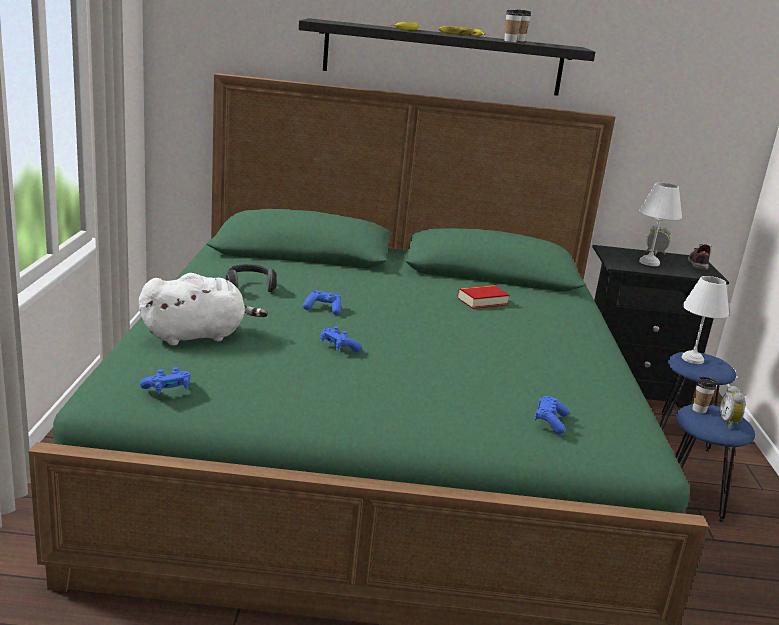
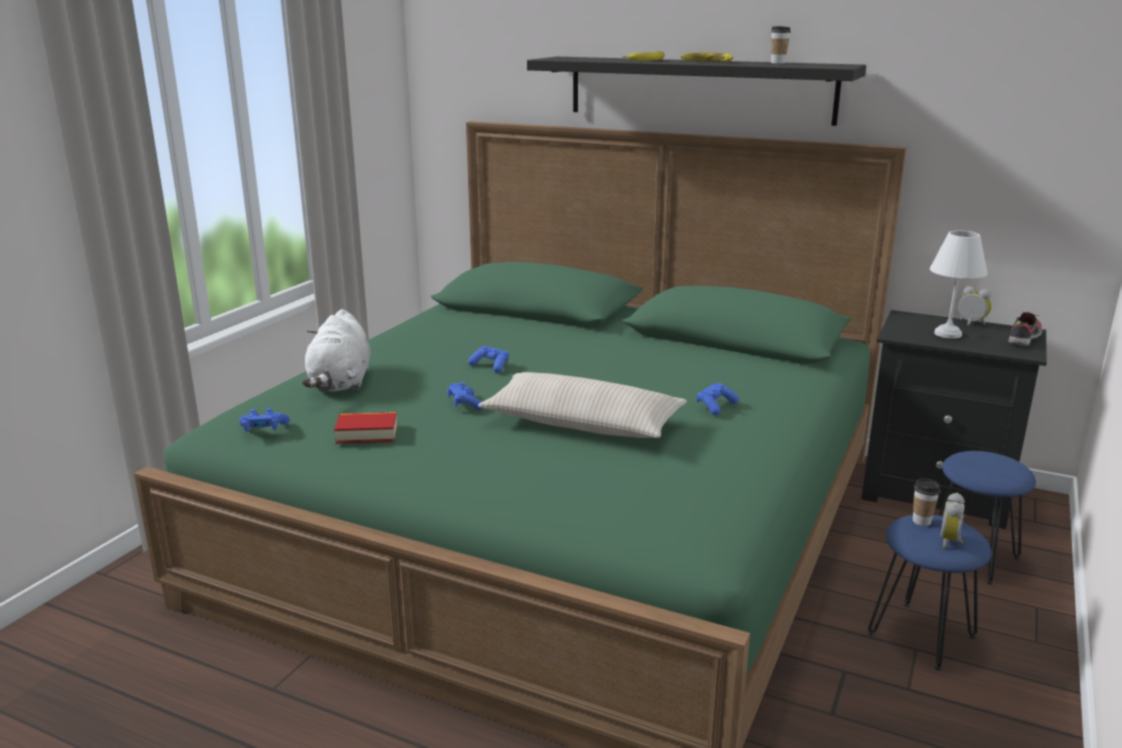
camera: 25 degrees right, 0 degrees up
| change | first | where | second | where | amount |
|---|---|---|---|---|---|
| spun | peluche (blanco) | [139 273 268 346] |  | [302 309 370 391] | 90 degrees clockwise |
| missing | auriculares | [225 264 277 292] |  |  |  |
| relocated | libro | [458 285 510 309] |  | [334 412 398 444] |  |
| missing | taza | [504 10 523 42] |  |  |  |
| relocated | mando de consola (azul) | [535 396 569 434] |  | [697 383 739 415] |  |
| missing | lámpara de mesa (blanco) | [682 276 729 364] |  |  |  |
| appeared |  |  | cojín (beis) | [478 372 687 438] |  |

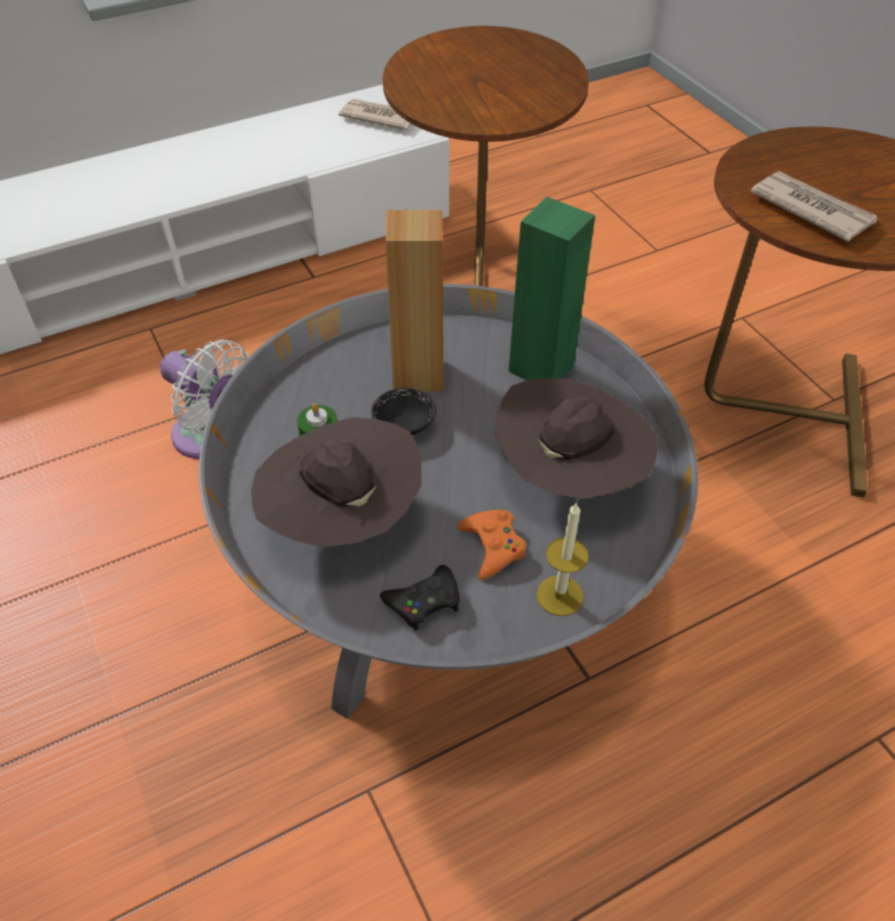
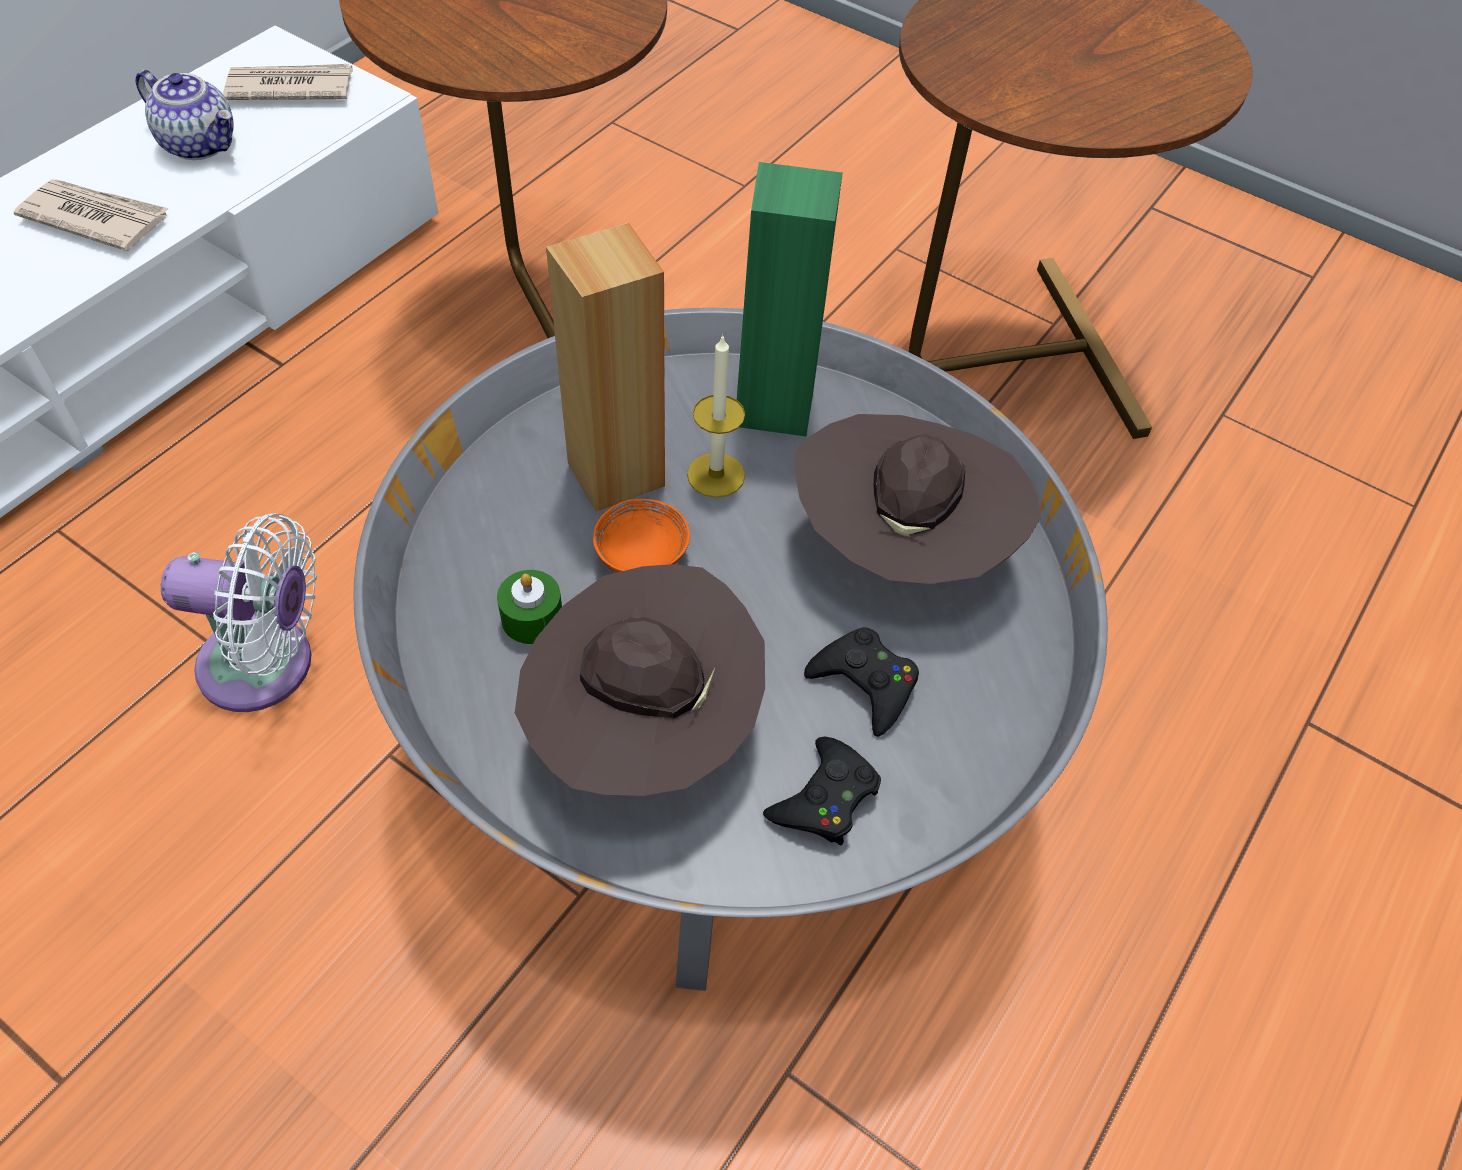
camera: 30 degrees left, 5 degrees up
| change | first | where | second | where | amount |
|---|---|---|---|---|---|
| colour | cuenco (negro) | [371 388 436 435] | cuenco (naranja) | [593 499 690 573] |  |
| colour | mando de consola (naranja) | [457 510 526 580] | mando de consola (negro) | [804 627 919 737] |  |
| relocated | vela | [537 503 588 616] |  | [687 334 745 498] |  |
| relocated | periódico | [750 171 878 241] |  | [14 179 169 251] |  |
| appeared |  |  | tetera | [136 70 234 160] |  |

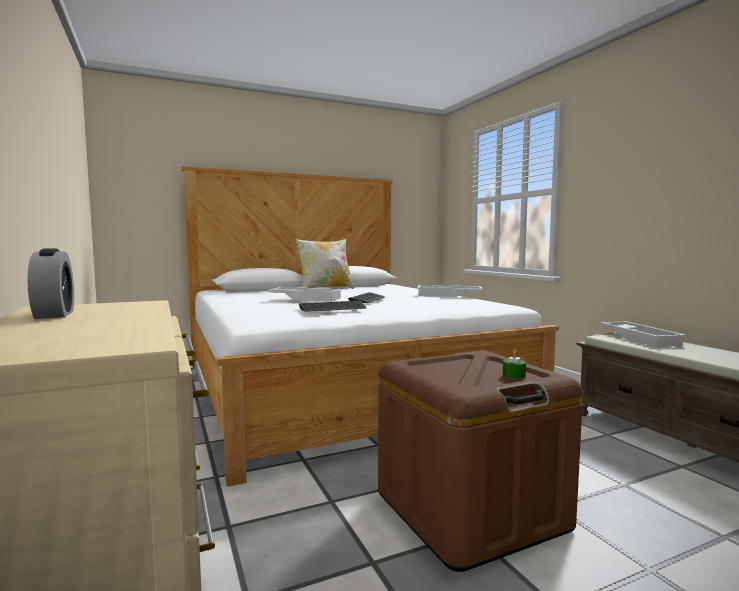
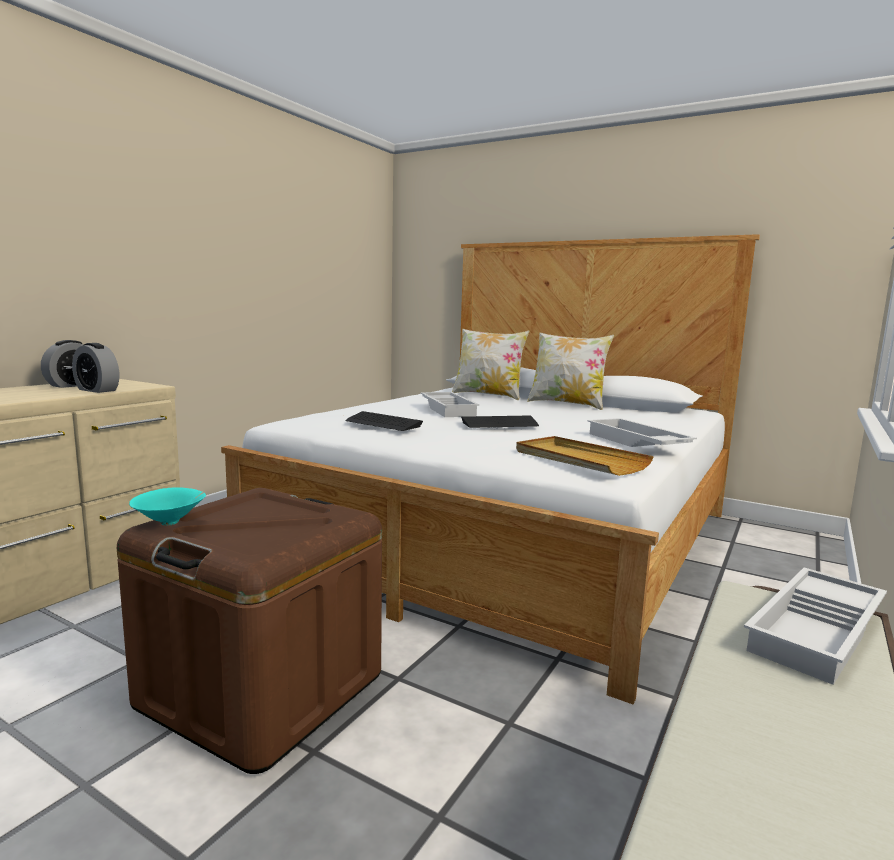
camera: 55 degrees right, 5 degrees up
| change | first | where | second | where | amount |
|---|---|---|---|---|---|
| missing | vela (verde) | [503 350 526 379] |  |  |  |
| appeared |  |  | despertador | [72 343 119 393] |  |
| appeared |  |  | cuenco (turquesa) | [129 487 206 526] |  |
| appeared |  |  | cojín | [452 329 529 400] |  |
| appeared |  |  | bandeja (beis) | [516 436 654 476] |  |

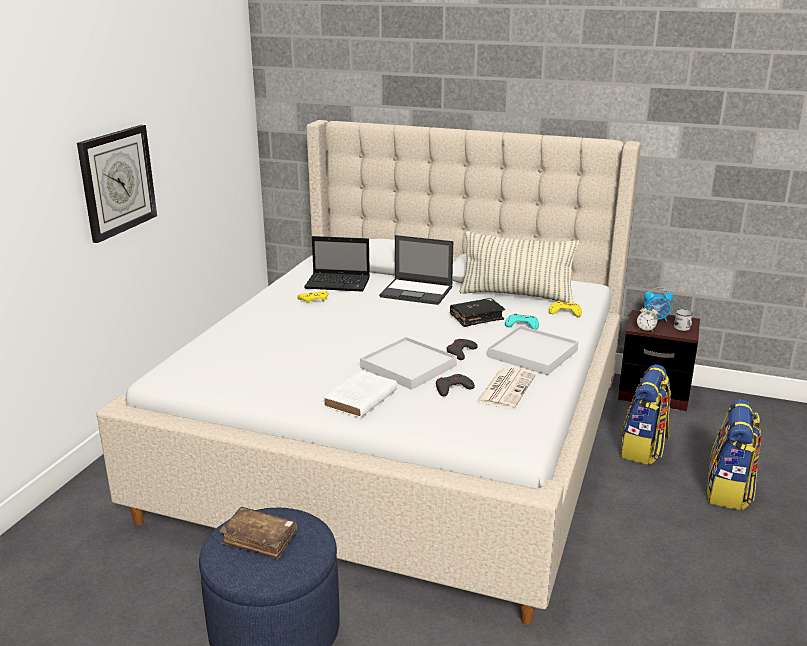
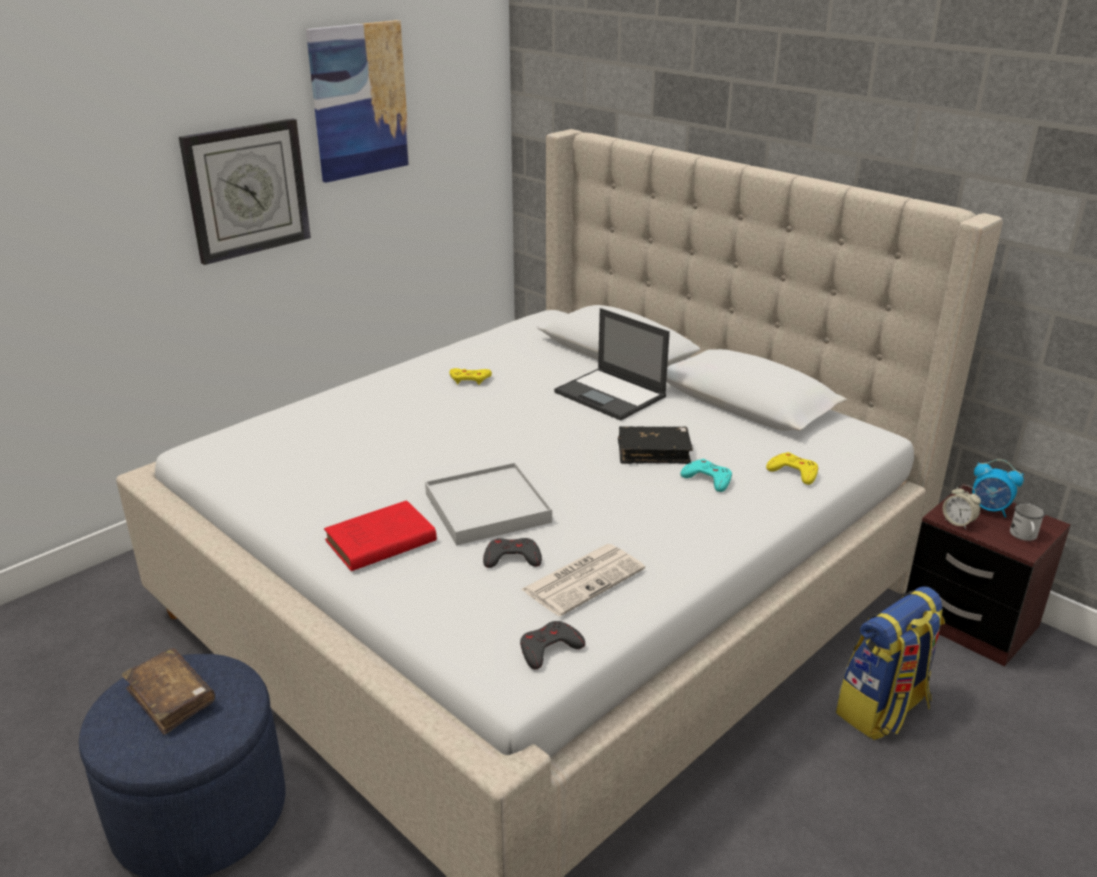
camera: 25 degrees right, 5 degrees up
| change | first | where | second | where | amount |
|---|---|---|---|---|---|
| missing | portátil | [304 236 370 292] |  |  |  |
| colour | libro (blanco) | [323 371 397 418] | libro (rojo) | [324 500 437 571] |  |
| relocated | mando de consola (gris) | [446 339 478 360] |  | [520 621 585 669] |  |
| missing | cojín | [459 231 579 303] |  |  |  |
| missing | bandeja (blanco) | [488 326 579 375] |  |  |  |
| missing | mochila | [707 400 761 510] |  |  |  |
| appeared |  |  | cuadro | [306 20 410 183] |  |

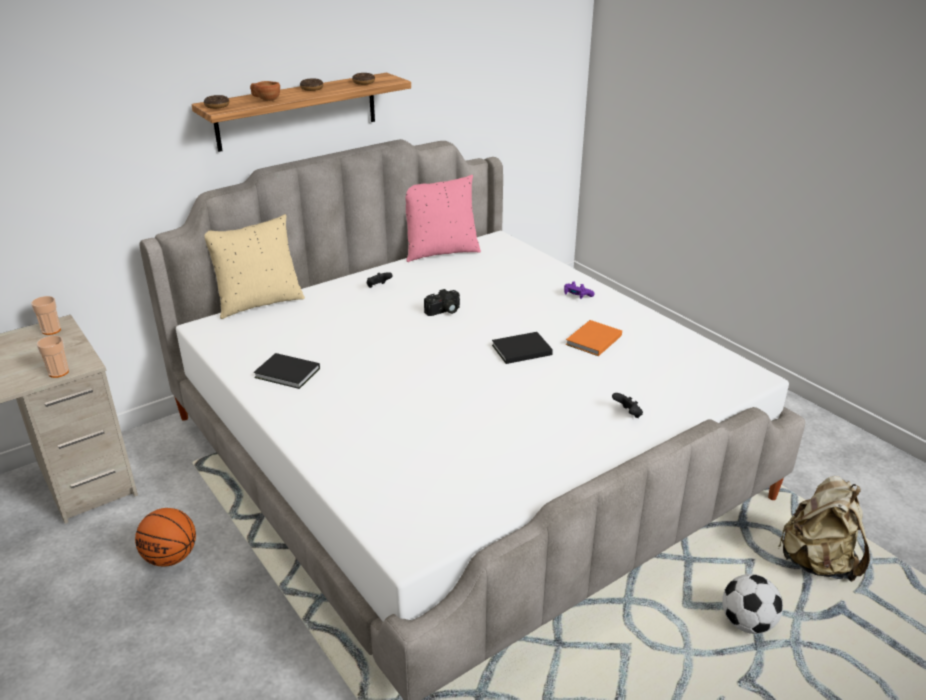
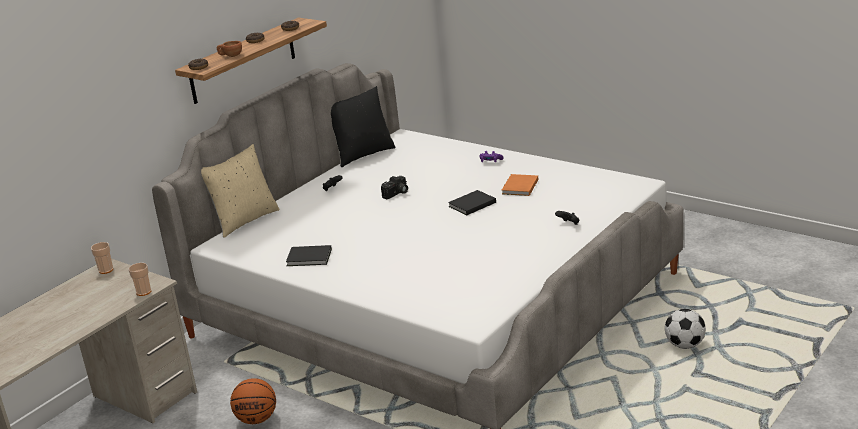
camera: 15 degrees left, 5 degrees down
| change | first | where | second | where | amount |
|---|---|---|---|---|---|
| colour | cojín (rosa) | [405 175 481 262] | cojín (negro) | [331 86 396 167] |  |
| missing | mochila (beis) | [778 476 870 582] |  |  |  |

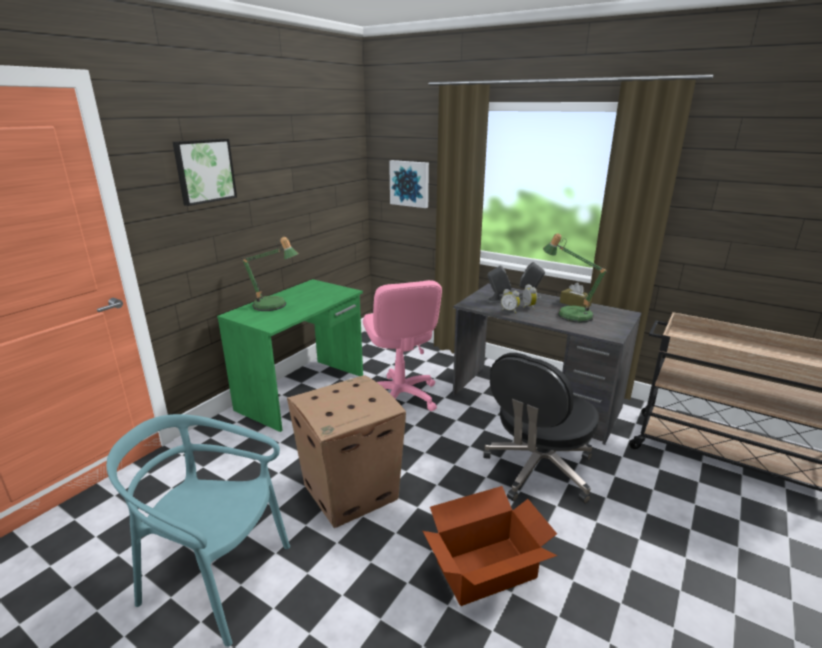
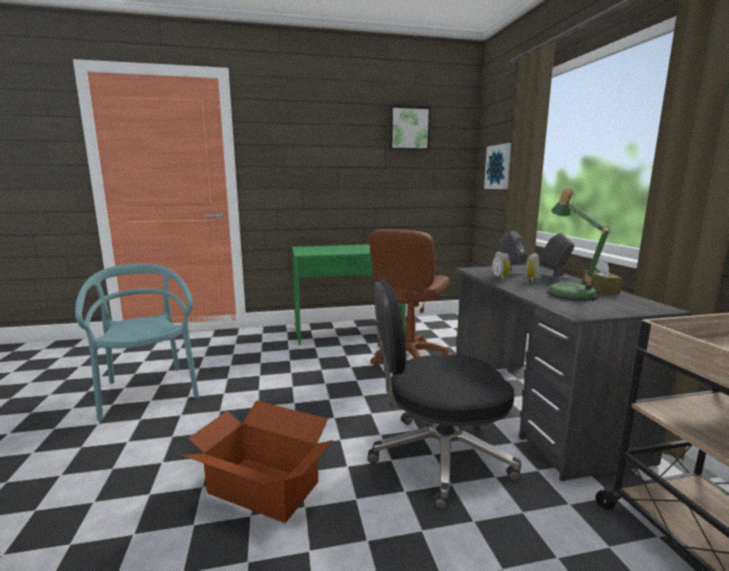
camera: 45 degrees right, 10 degrees down
| change | first | where | second | where | amount |
|---|---|---|---|---|---|
| relocated | cuadro | [173 139 237 206] |  | [389 106 431 150] |  |
| missing | lámpara de mesa | [243 237 298 311] |  |  |  |
| missing | caja de cartón | [287 375 406 528] |  |  |  |
| colour | silla de oficina (rosa) | [363 280 442 411] | silla de oficina (marrón) | [369 229 452 366] |  |

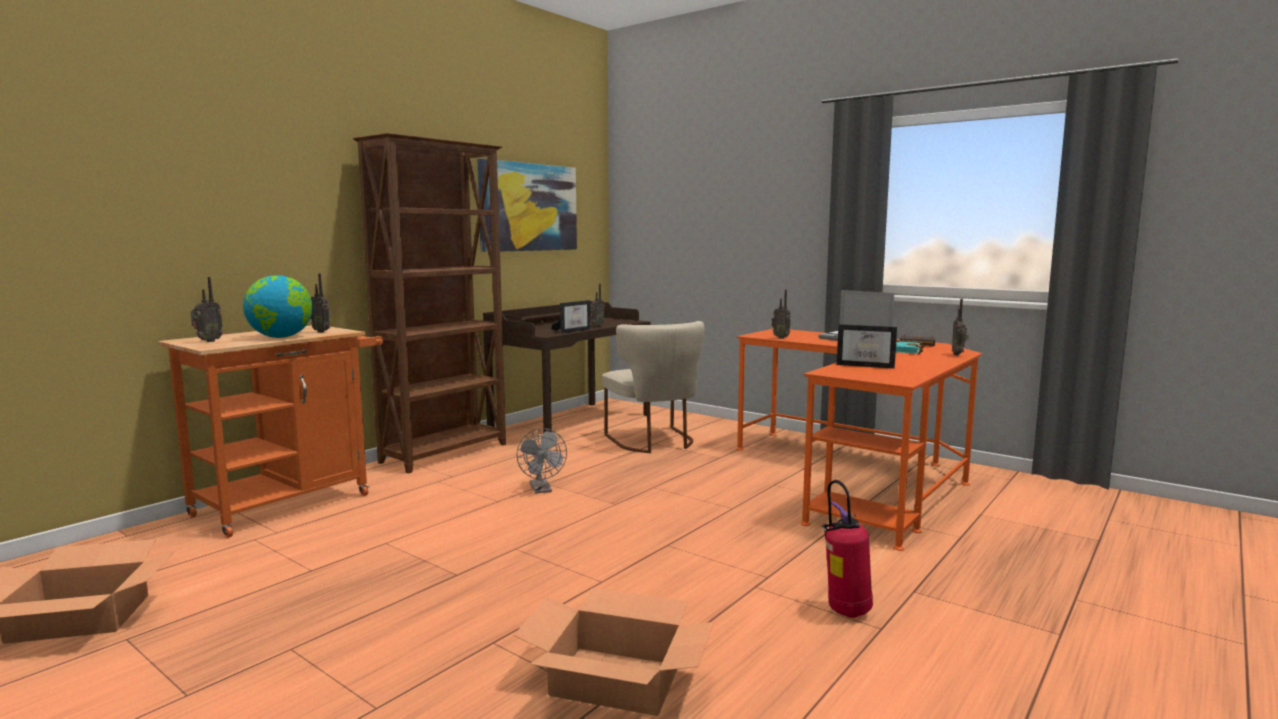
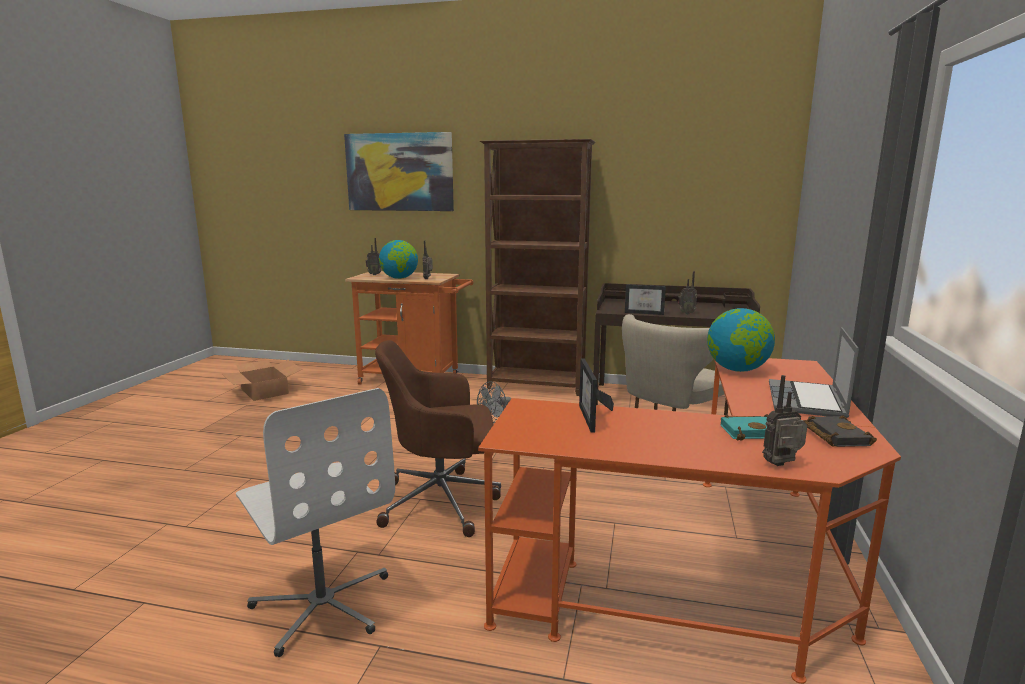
camera: 65 degrees right, 5 degrees up
| change | first | where | second | where | amount |
|---|---|---|---|---|---|
| relocated | cuadro | [477 158 577 252] |  | [344 132 454 211] |  |
| missing | caja de cartón | [513 588 714 716] |  |  |  |
| exchanged | radio | [772 290 791 339] | globo terráqueo | [707 308 775 372] |  |
| exchanged | extintor | [822 480 873 618] | silla de oficina (blanco) | [236 388 395 657] |  |
| appeared |  |  | silla de oficina (marrón) | [375 340 501 537] |  |

